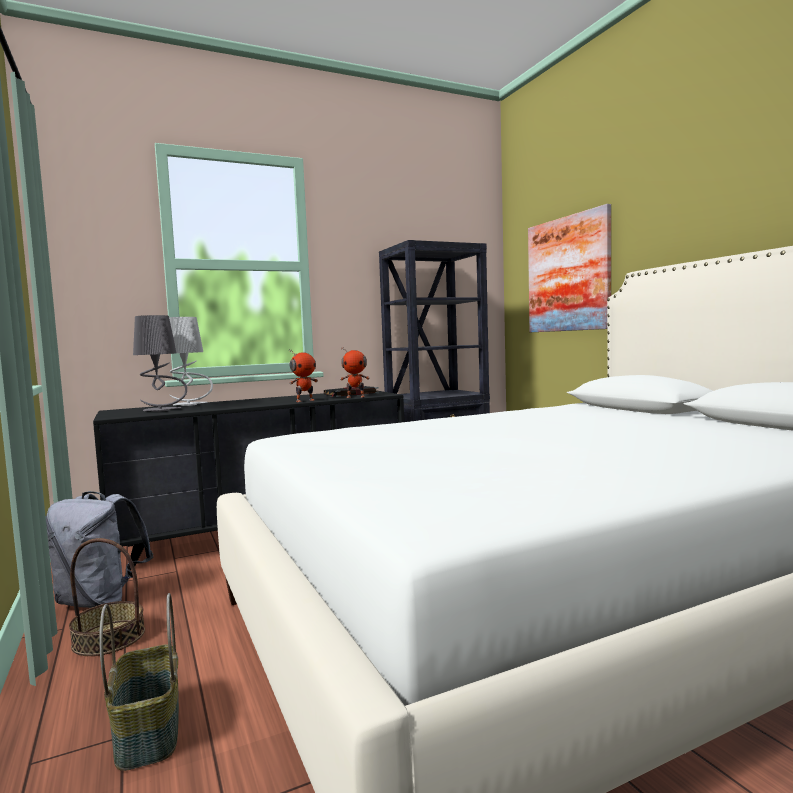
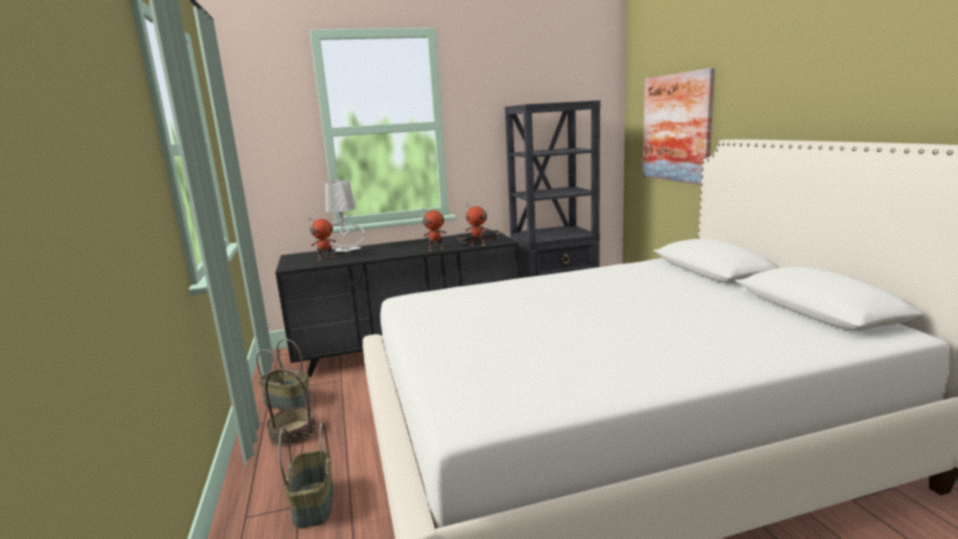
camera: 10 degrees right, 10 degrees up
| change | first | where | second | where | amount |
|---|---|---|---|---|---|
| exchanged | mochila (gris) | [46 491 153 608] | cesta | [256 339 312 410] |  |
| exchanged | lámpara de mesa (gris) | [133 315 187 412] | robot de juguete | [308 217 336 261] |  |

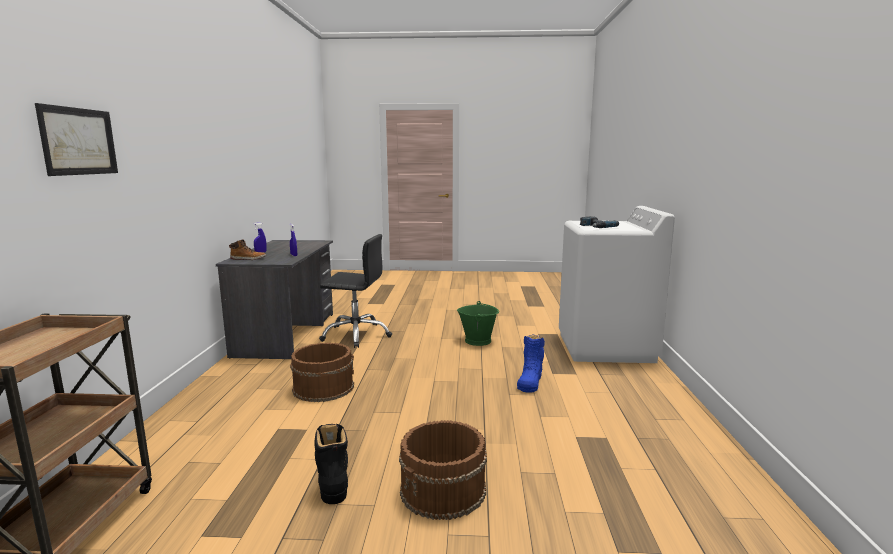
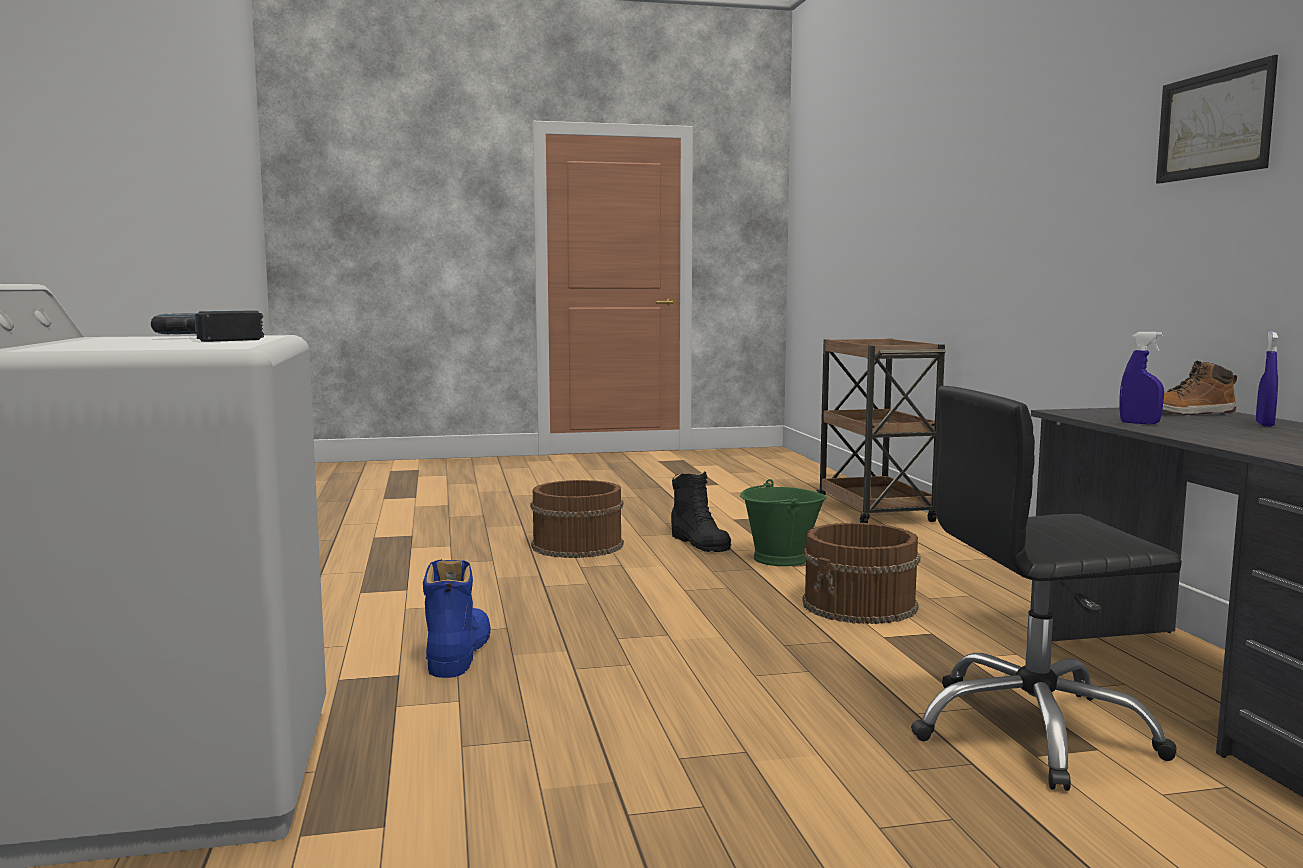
camera: 165 degrees right, 5 degrees down
| change | first | where | second | where | amount |
|---|---|---|---|---|---|
| relocated | cuadro | [35 103 118 176] |  | [1156 55 1278 184] |  |
| relocated | cubo (verde) | [457 301 499 346] |  | [740 479 827 566] |  |

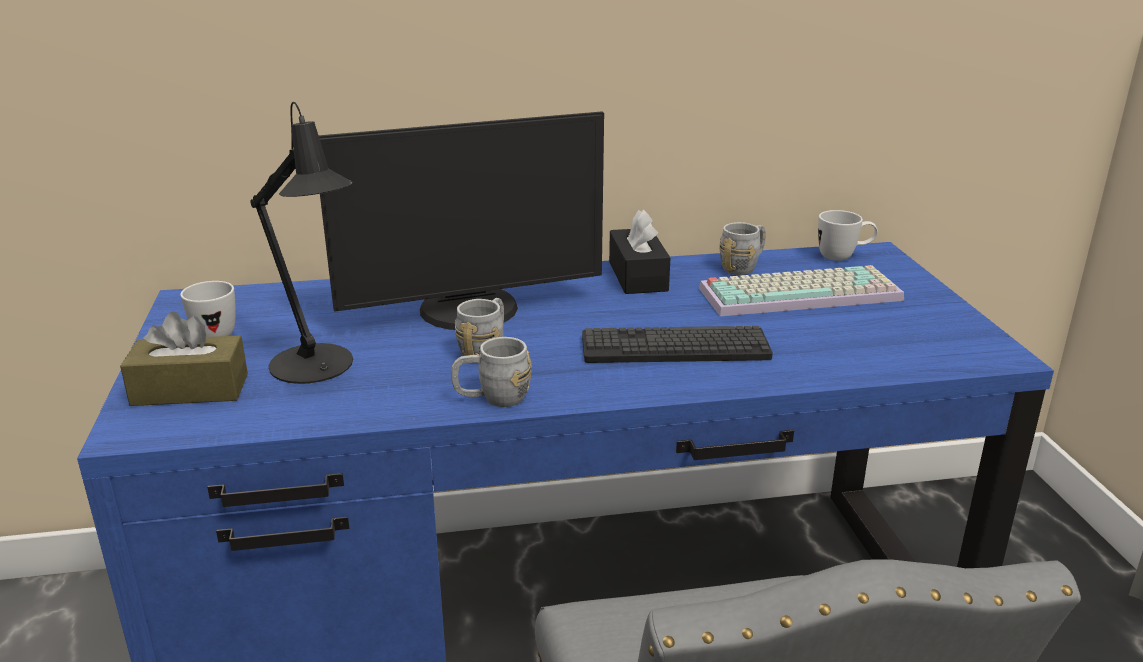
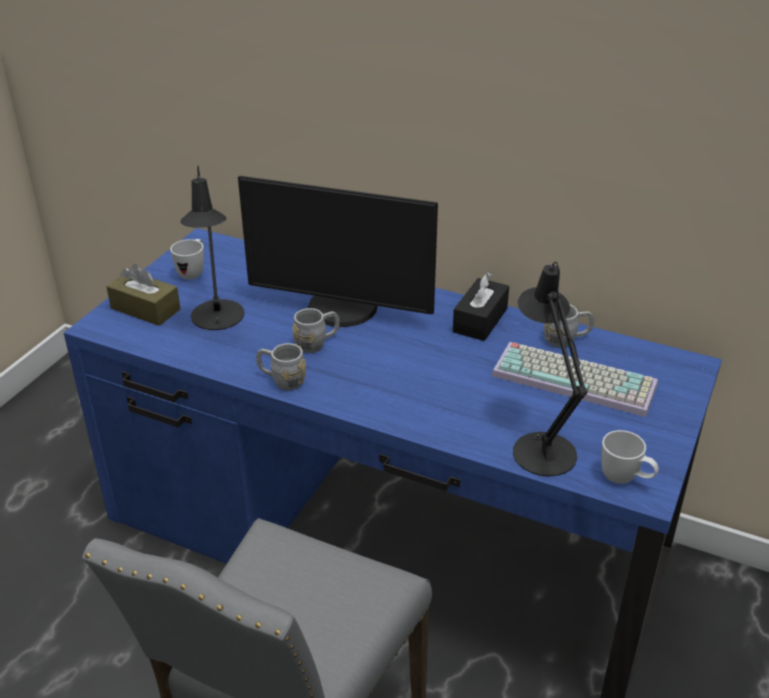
camera: 35 degrees right, 10 degrees up
| change | first | where | second | where | amount |
|---|---|---|---|---|---|
| missing | teclado | [582 326 773 363] |  |  |  |
| relocated | taza grande (blanco) | [818 210 878 261] |  | [601 430 659 484] |  |
| appeared |  |  | lámpara de mesa (negro) | [513 262 587 476] |  |

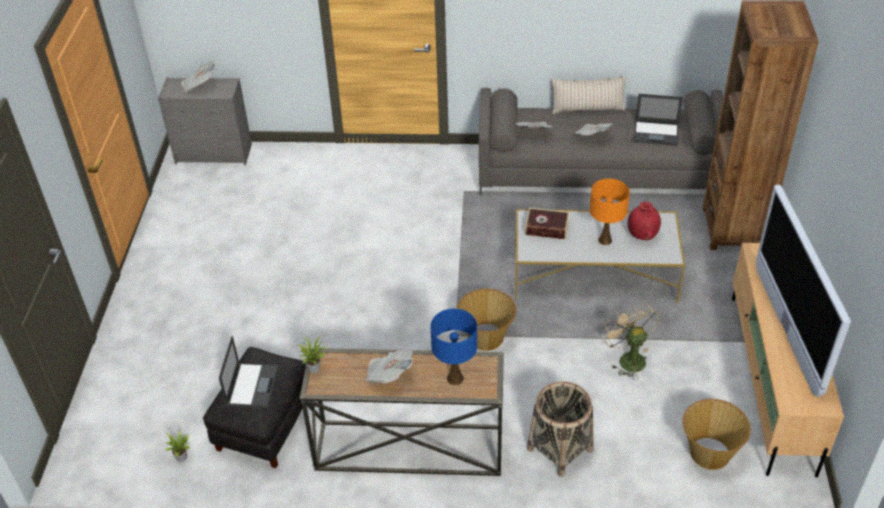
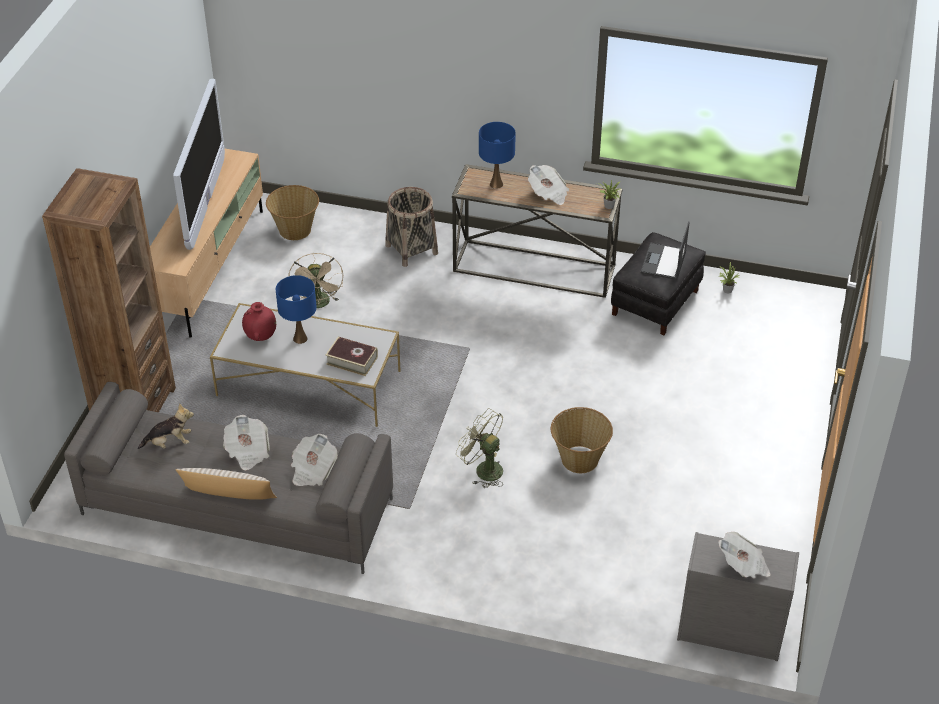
camera: 170 degrees left, 0 degrees up
| change | first | where | second | where | amount |
|---|---|---|---|---|---|
| relocated | cesta | [457 289 517 351] |  | [551 407 613 473] |  |
| colour | lámpara de mesa (naranja) | [590 179 630 245] | lámpara de mesa (azul) | [276 275 317 344] |  |
| exchanged | portátil | [634 94 683 146] | peluche | [138 403 194 449] |  |
| appeared |  |  | ventilador (verde) | [456 408 503 488] |  |

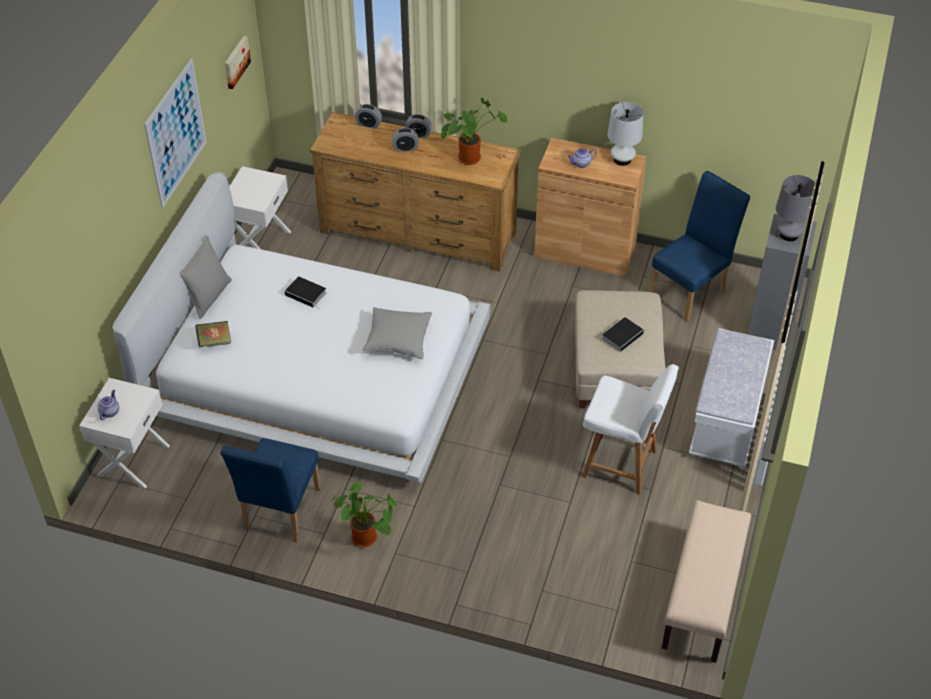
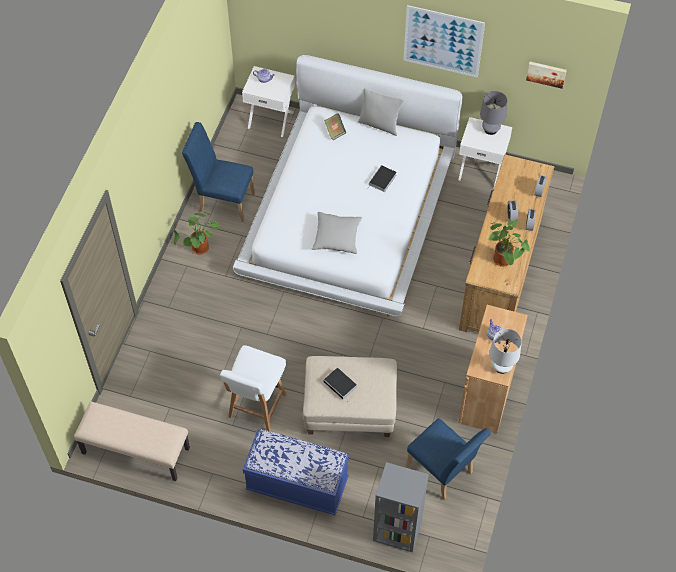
camera: 90 degrees right, 10 degrees up
| change | first | where | second | where | amount |
|---|---|---|---|---|---|
| colour | banco (blanco) | [689 328 774 467] | banco (azul) | [243 429 349 515] |  |
| relocated | lámpara de mesa (gris) | [776 175 815 241] |  | [480 91 507 135] |  |

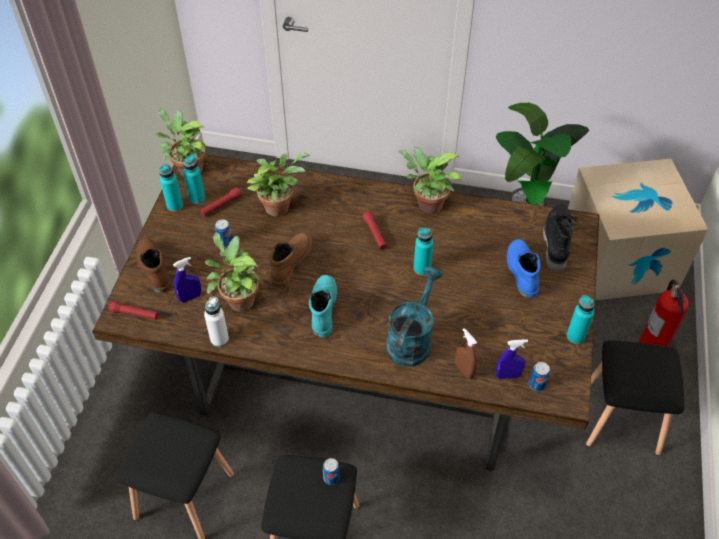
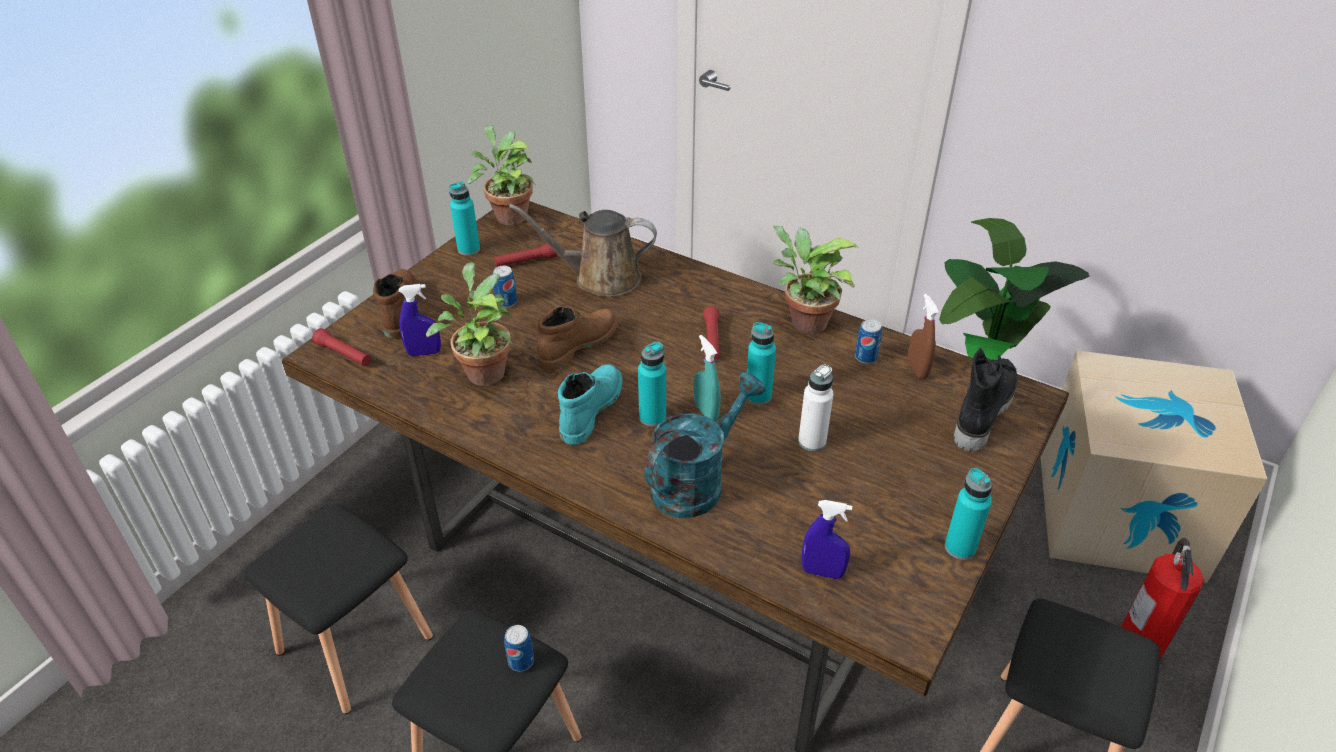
camera: 20 degrees right, 10 degrees down
| change | first | where | second | where | amount |
|---|---|---|---|---|---|
| relocated | botella (turquesa) | [183 155 205 204] |  | [638 341 666 427] |  |
| relocated | botella (blanco) | [204 297 229 347] |  | [798 365 833 452] |  |
| exchanged | planta en maceta | [247 152 310 217] | regadera (marrón) | [509 204 657 297] |  |
| relocated | pulverizador (marrón) | [455 328 477 379] |  | [907 294 939 379] |  |
| missing | bota (azul) | [507 239 540 298] |  |  |  |
| relocated | lata | [529 362 550 391] |  | [855 319 882 364] |  |
| appeared |  |  | pulverizador (turquesa) | [694 335 721 421] |  |

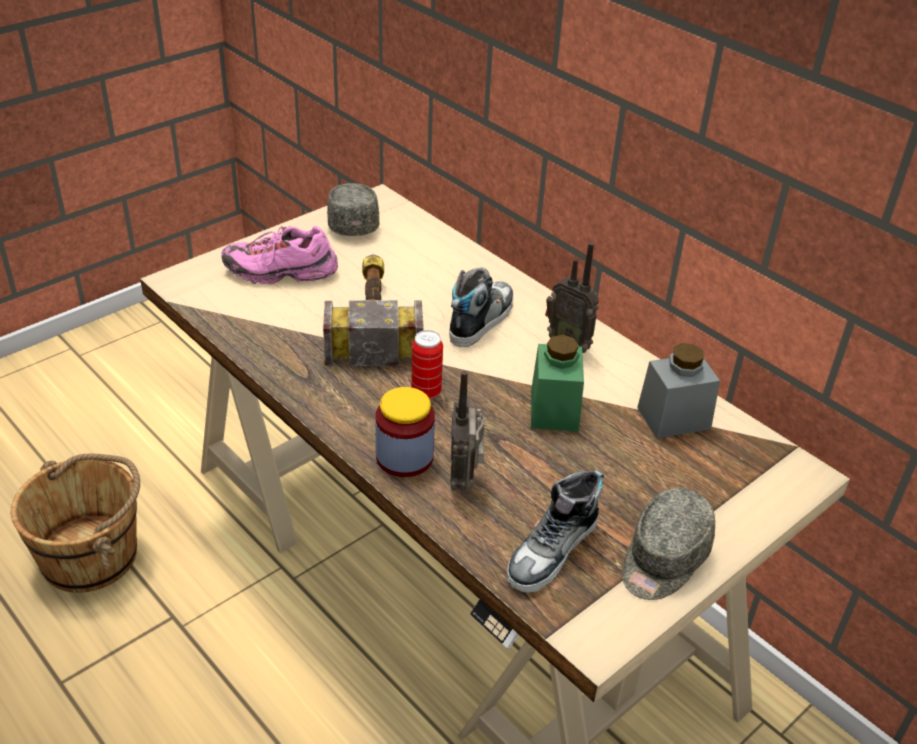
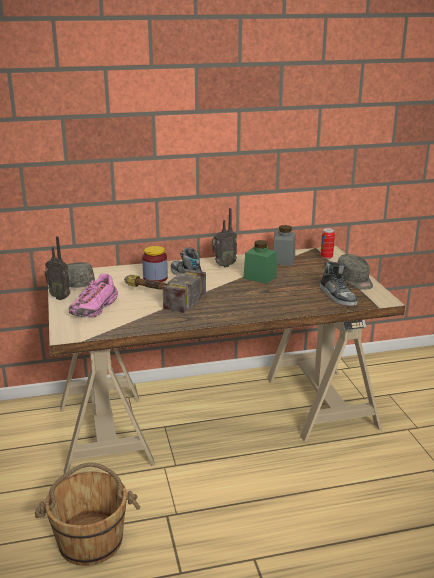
camera: 60 degrees left, 15 degrees down
| change | first | where | second | where | amount |
|---|---|---|---|---|---|
| relocated | tarro | [375 387 435 477] |  | [142 246 168 282] |  |
| relocated | lata | [411 330 443 399] |  | [321 228 335 259] |  |
| relocated | radio | [451 371 485 491] |  | [44 236 71 300] |  |

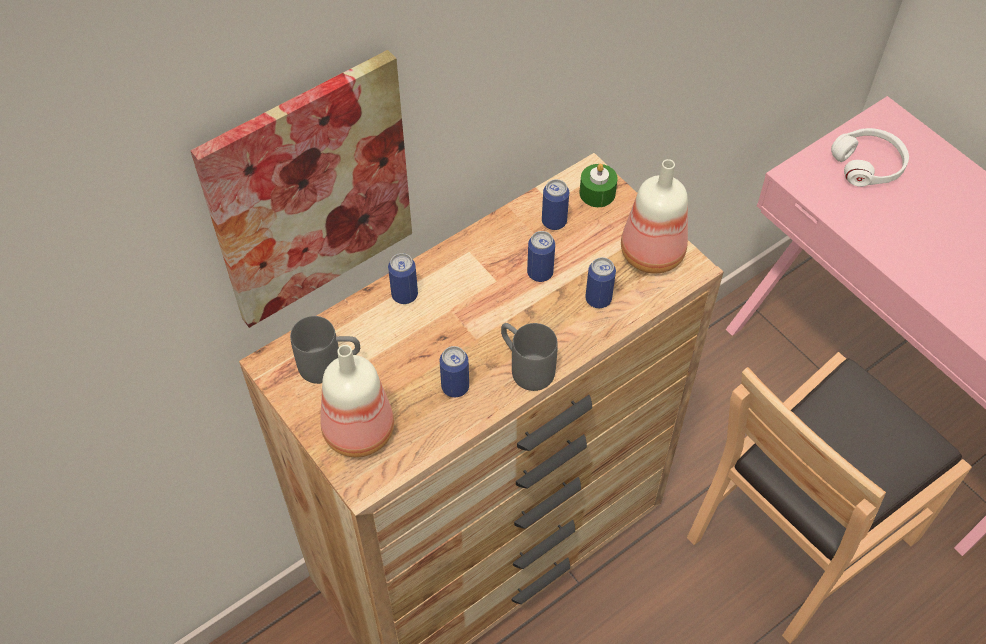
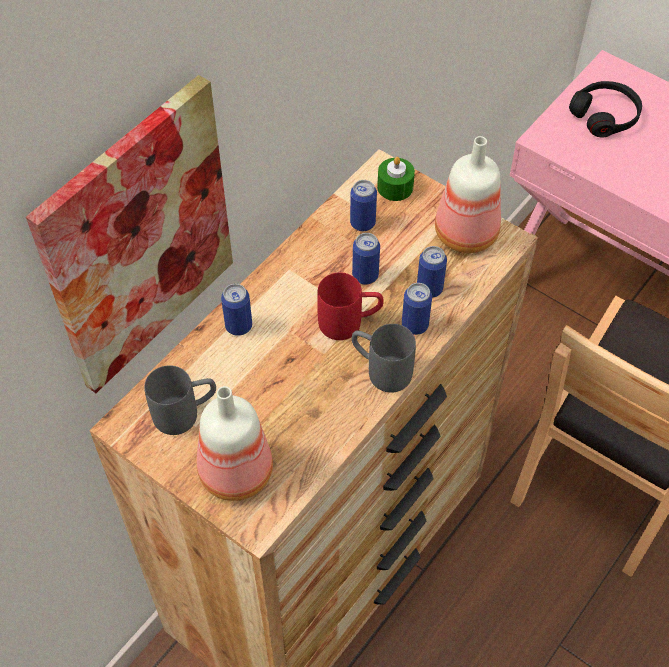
camera: 15 degrees left, 0 degrees up
| change | first | where | second | where | amount |
|---|---|---|---|---|---|
| relocated | lata | [440 346 469 397] |  | [402 283 432 335] |  |
| colour | auriculares (blanco) | [831 128 909 187] | auriculares (negro) | [569 81 642 138] |  |
| appeared |  |  | taza grande (rojo) | [317 273 384 340] |  |

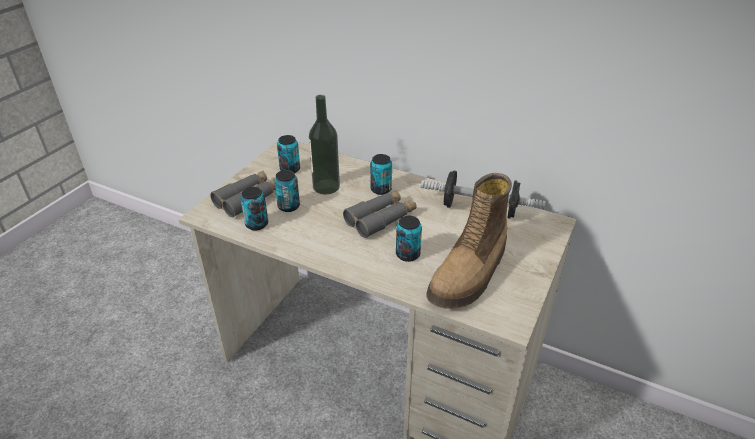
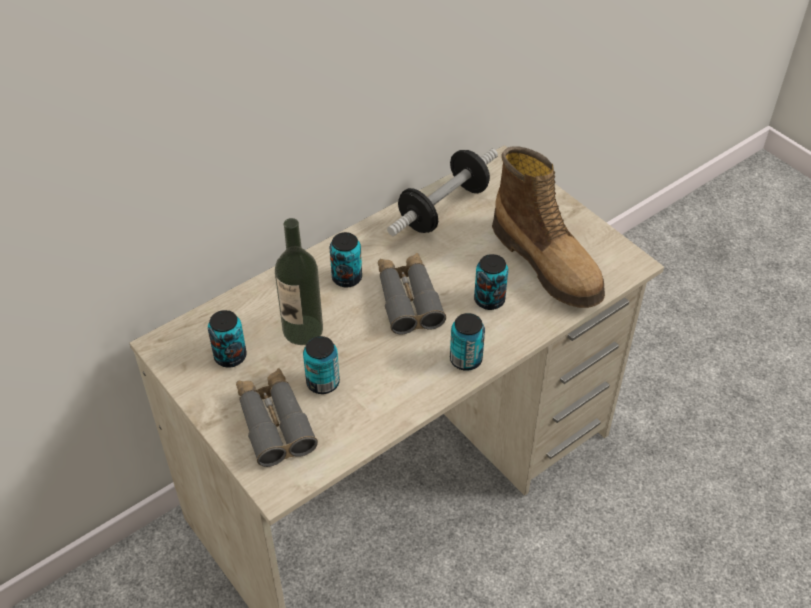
camera: 65 degrees left, 10 degrees up
| change | first | where | second | where | amount |
|---|---|---|---|---|---|
| relocated | lata | [241 187 268 230] |  | [450 313 485 371] |  |

